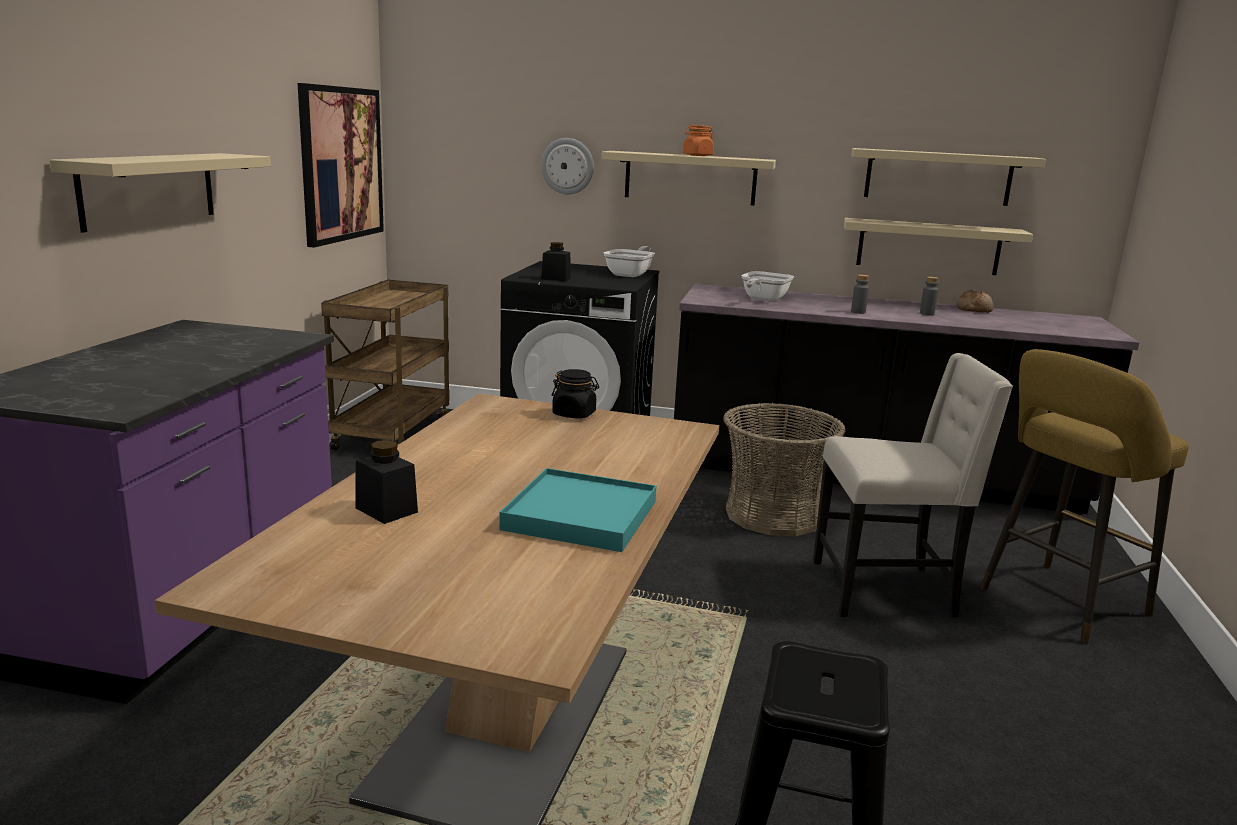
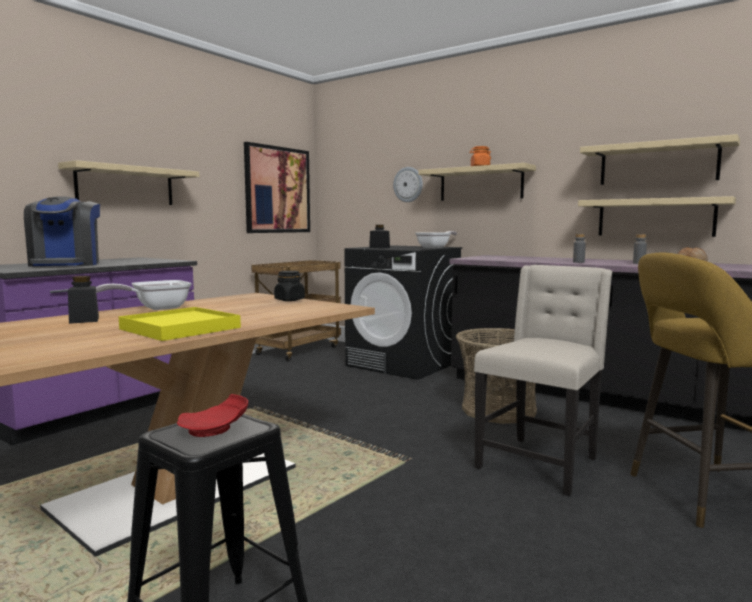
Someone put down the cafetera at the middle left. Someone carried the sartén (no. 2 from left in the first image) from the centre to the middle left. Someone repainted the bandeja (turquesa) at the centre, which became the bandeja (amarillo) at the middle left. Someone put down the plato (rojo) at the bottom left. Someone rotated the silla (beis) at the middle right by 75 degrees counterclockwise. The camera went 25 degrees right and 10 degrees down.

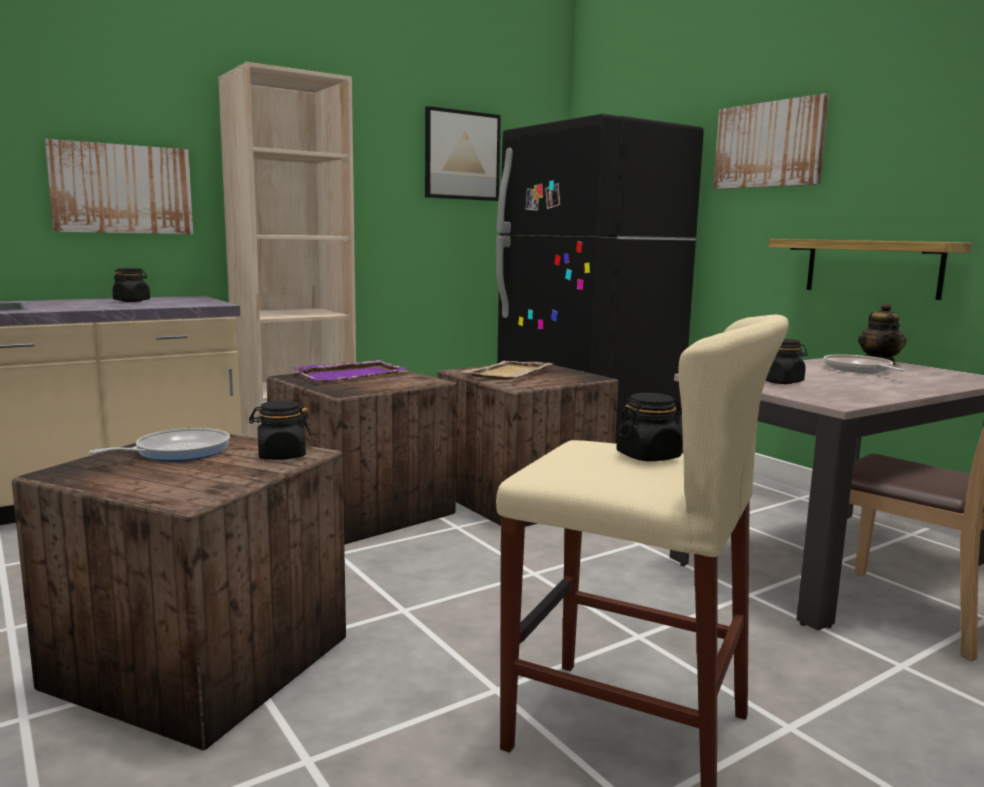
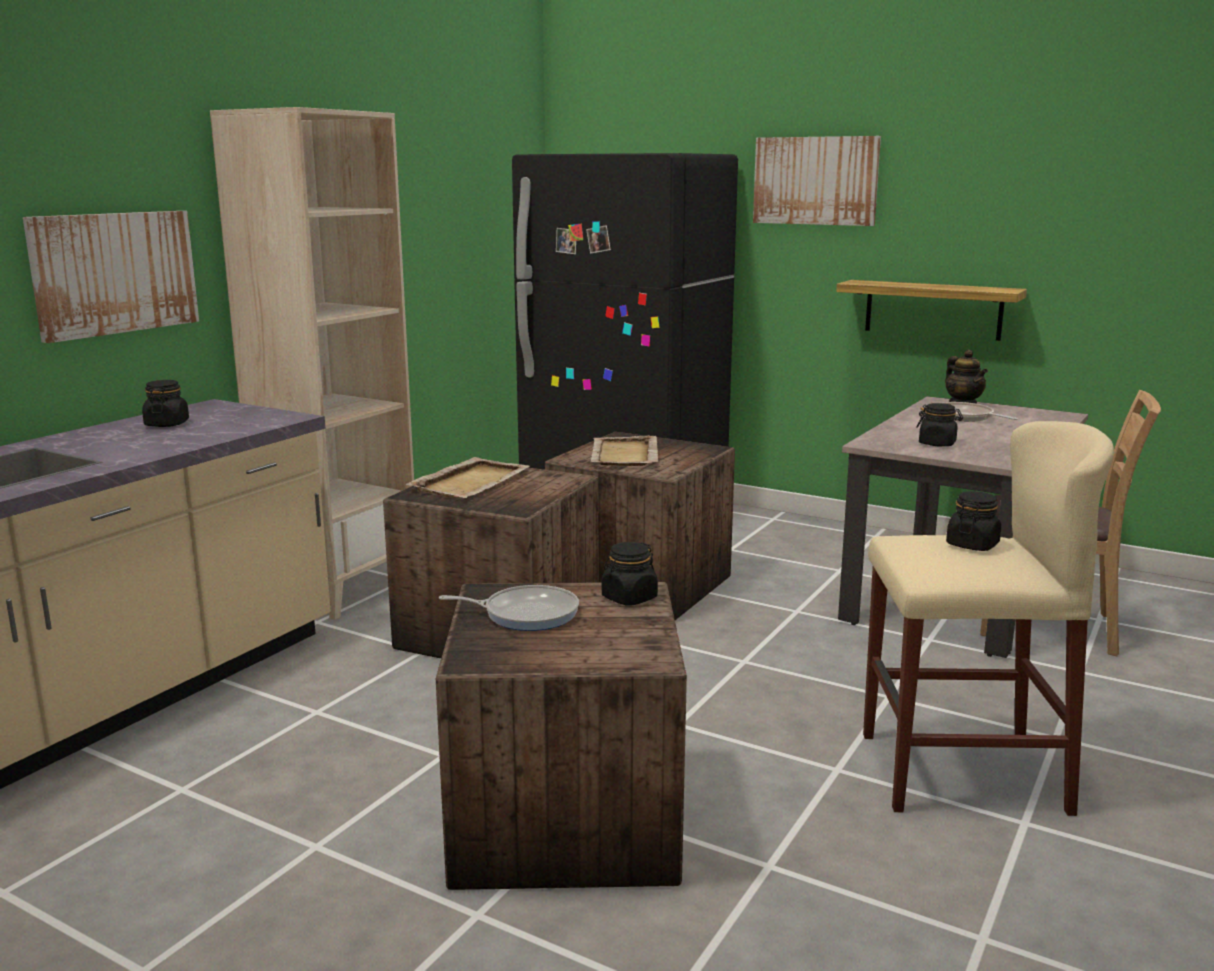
Someone repainted the bandeja (morado) at the centre, which became the bandeja (beis) (no. 1 from left) at the centre. Someone rotated the sartén (no. 1 from left) at the middle left by 75 degrees clockwise. Someone took away the cuadro (no. 2 from left) at the top centre. The camera went 25 degrees left and 5 degrees up.

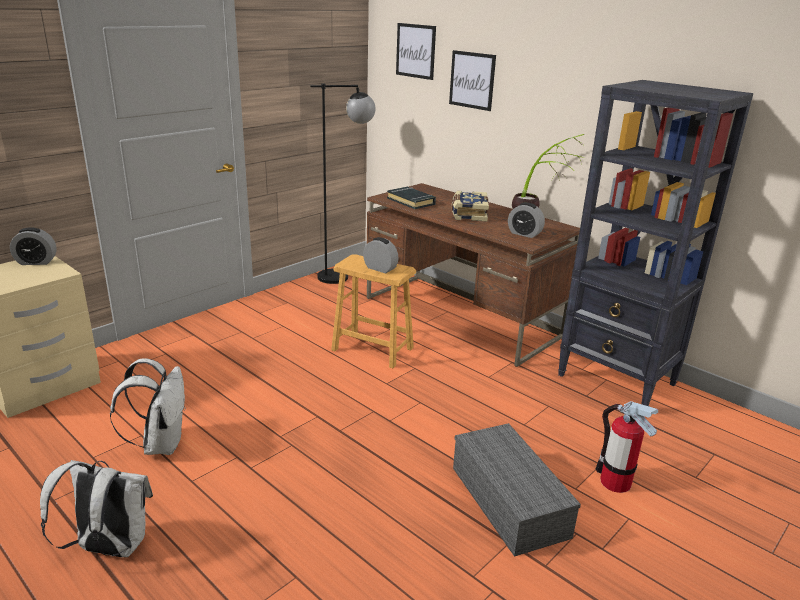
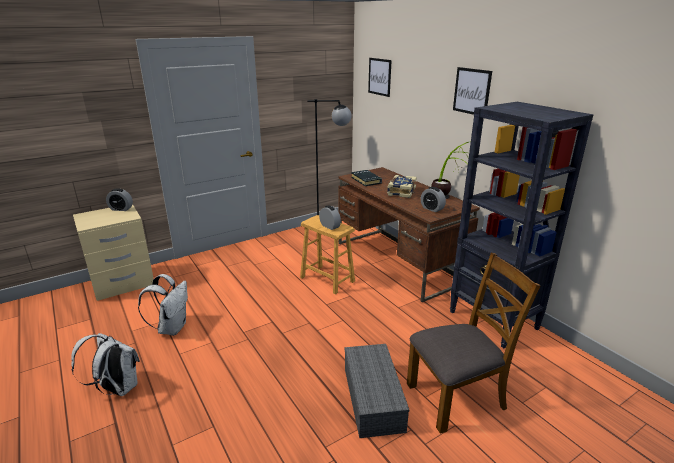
Someone swapped the extintor at the bottom right for the silla (marrón) at the bottom right. Someone carried the cuadro (no. 2 from left) from the top centre to the top right. The camera went 15 degrees right and 0 degrees up.

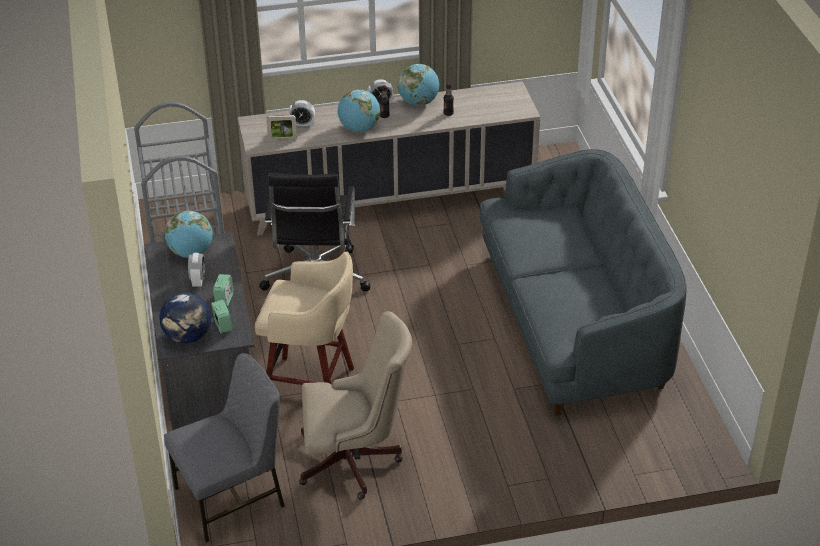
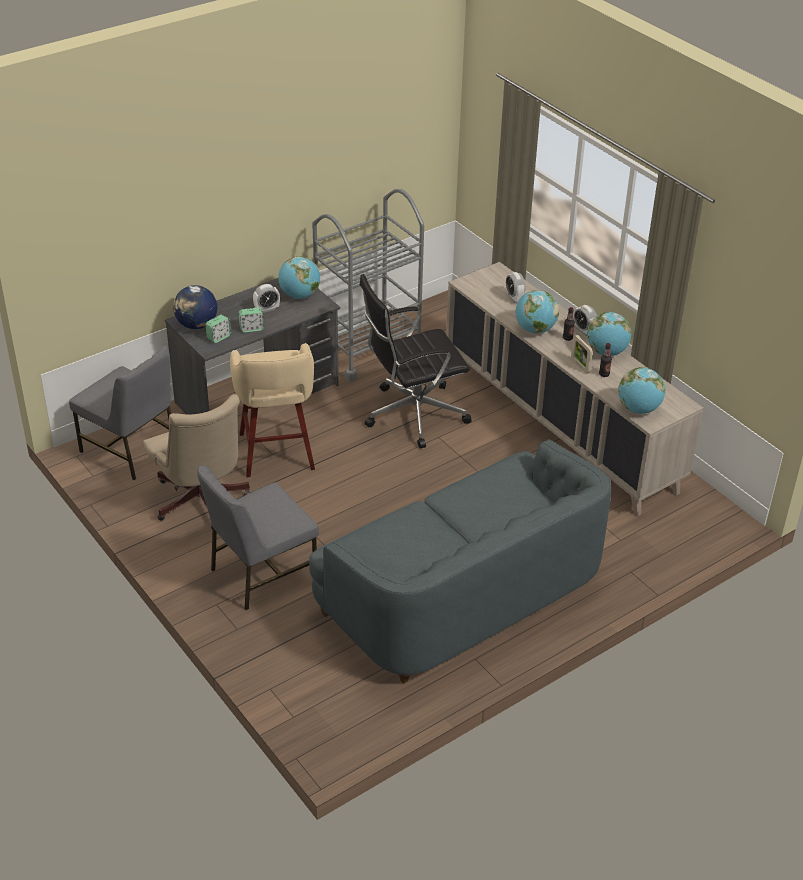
Someone put down the silla (gris) (no. 2 from left) at the middle left. Someone carried the portarretratos from the top centre to the middle right. Someone put down the globo terráqueo (no. 5 from left) at the middle right. The camera went 65 degrees right and 0 degrees up.

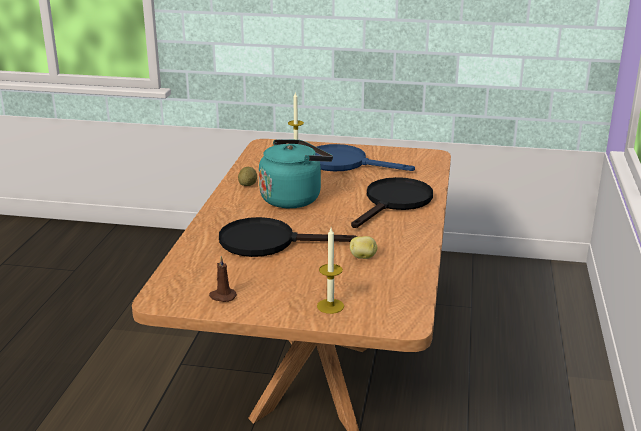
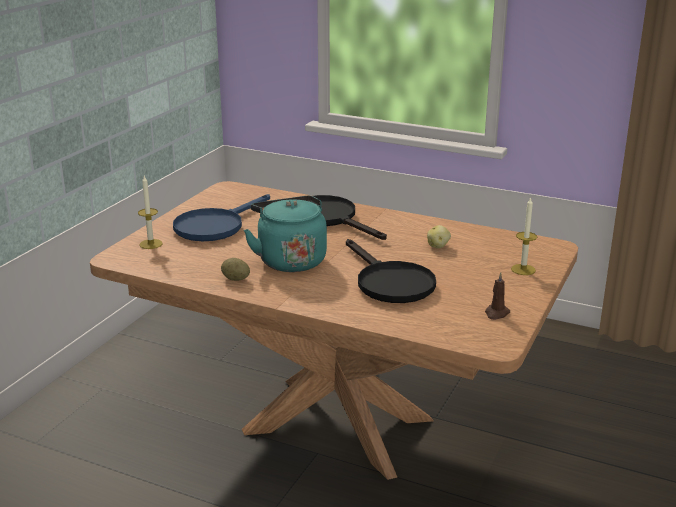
Someone rotated the sartén (negro) (no. 1 from left in the first image) at the centre by 45 degrees counterclockwise. The camera went 75 degrees left and 0 degrees up.

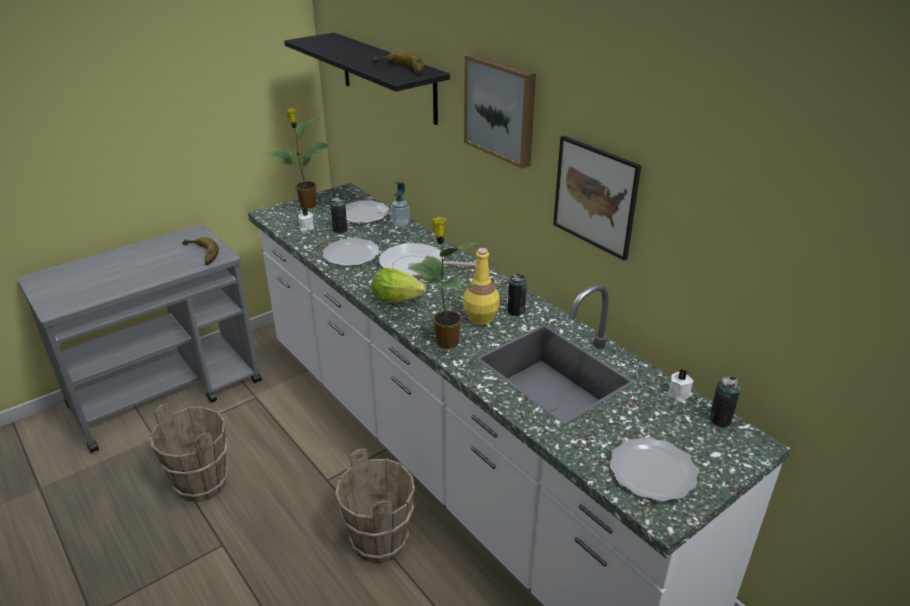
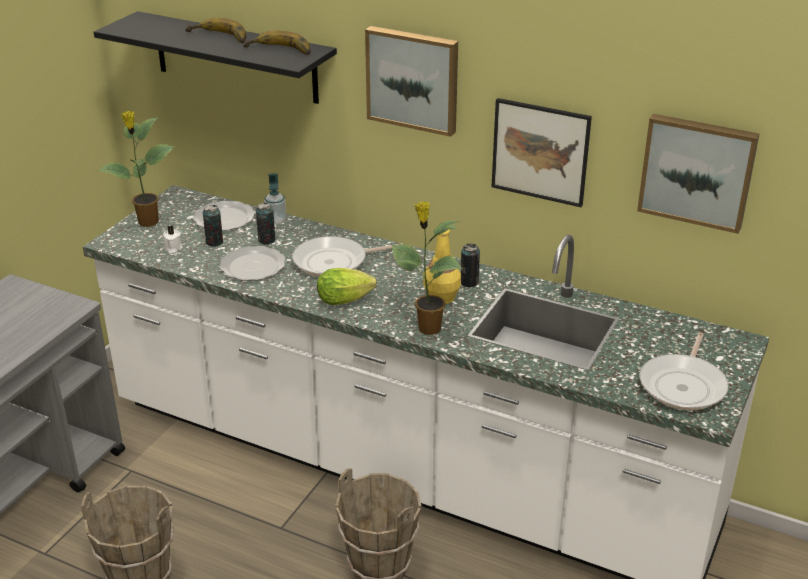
Someone carried the plátano (no. 1 from left) from the middle left to the top left. Someone carried the lata (no. 3 from left in the first image) from the middle right to the middle left. Someone put up the cuadro (no. 3 from left) at the top right. Someone swapped the plato (no. 3 from left) at the bottom right for the sartén (no. 2 from left) at the middle right. Someone took away the vela (blanco) (no. 2 from left) at the middle right. The camera went 25 degrees left and 0 degrees up.

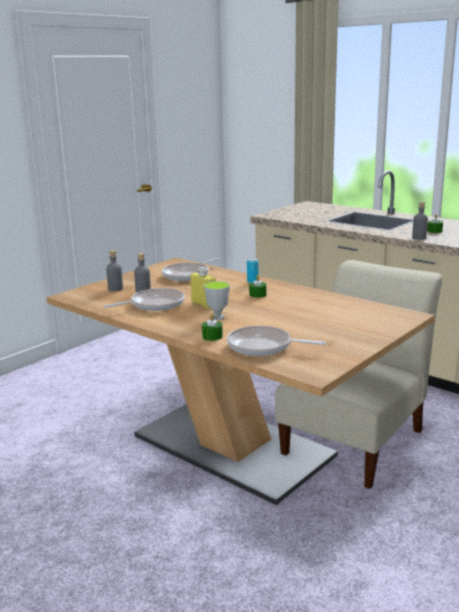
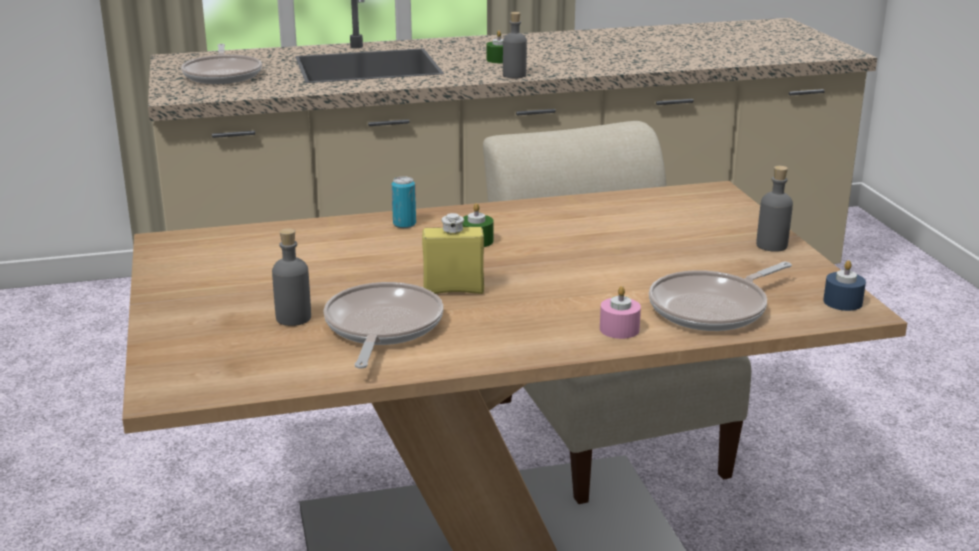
Someone carried the sartén (no. 2 from left in the first image) from the centre to the top left. Someone repainted the vela (verde) (no. 1 from left) at the centre, which became the vela (rosa) at the centre. Someone carried the botella (gris) (no. 1 from left in the first image) from the middle left to the middle right. Someone put down the vela (azul) at the middle right. Someone took away the taza at the centre. The camera went 55 degrees left and 5 degrees up.

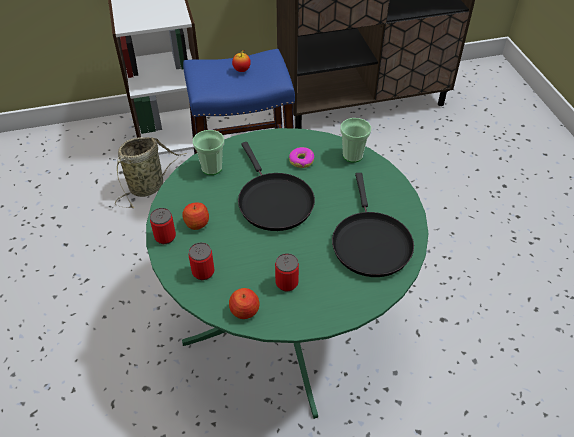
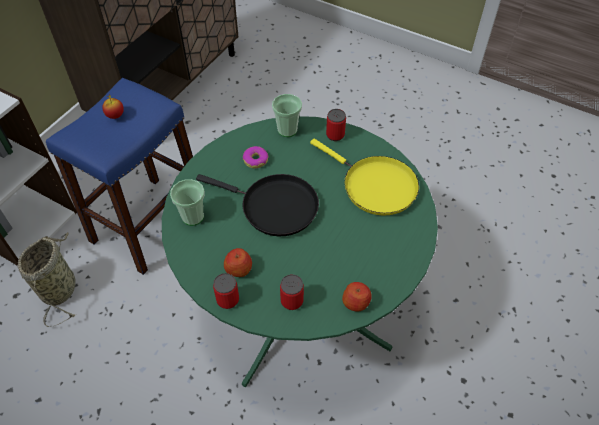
Someone repainted the sartén (negro) (no. 2 from left) at the centre, which became the sartén (amarillo) at the centre. Someone carried the lata (no. 3 from left) from the centre to the top centre. The camera went 45 degrees left and 5 degrees up.

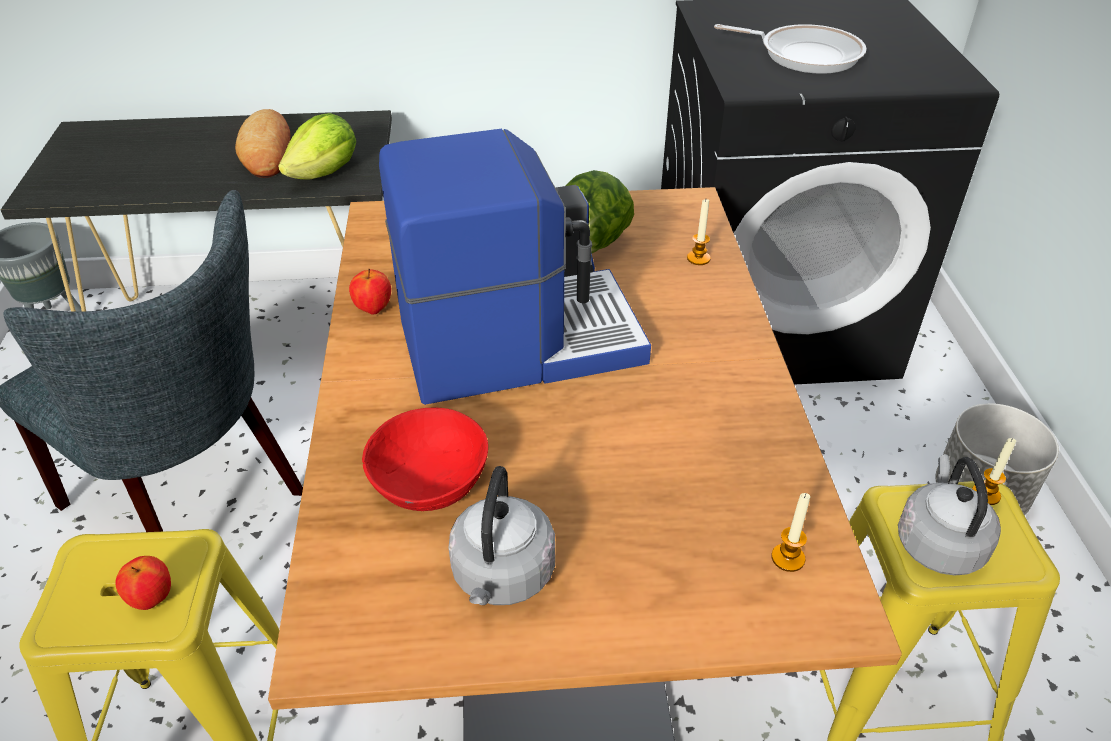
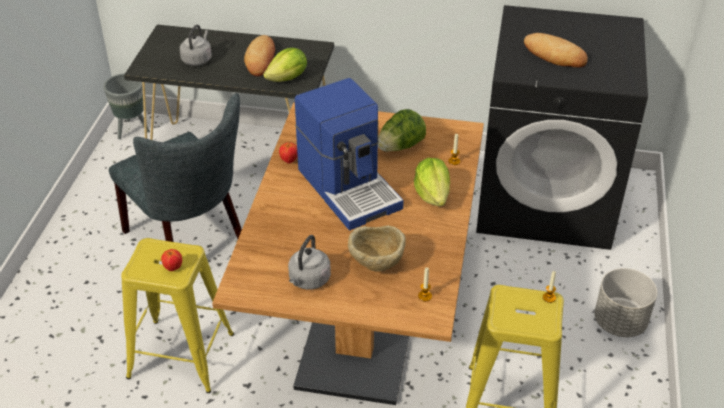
Someone carried the hervidor (gris) (no. 2 from left in the first image) from the bottom right to the top left. Someone rotated the cafetera at the centre by 60 degrees clockwise. Someone put down the cuenco (beis) at the centre. Someone put down the lechuga (no. 3 from left) at the centre. Someone swapped the sartén at the top right for the pan (no. 2 from left) at the top right. Someone took away the cuenco (rojo) at the centre. The camera went 15 degrees right and 0 degrees up.

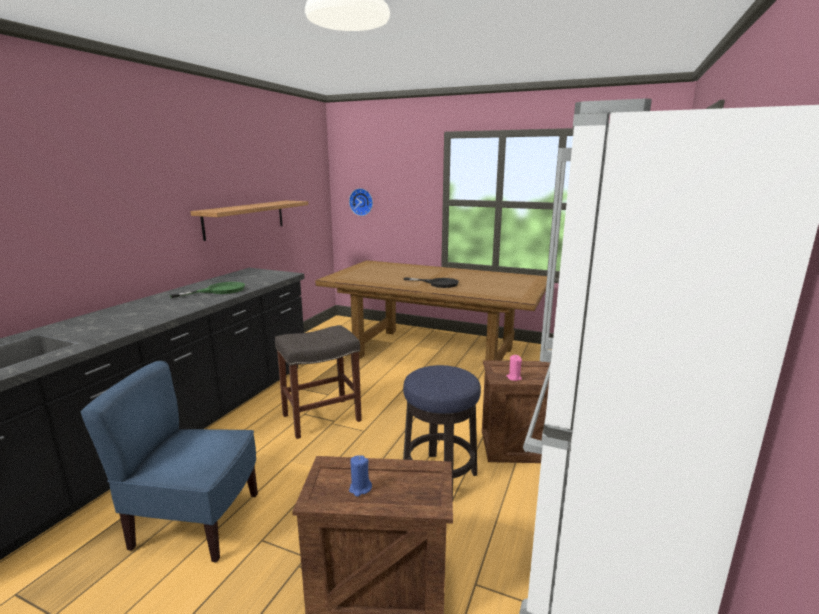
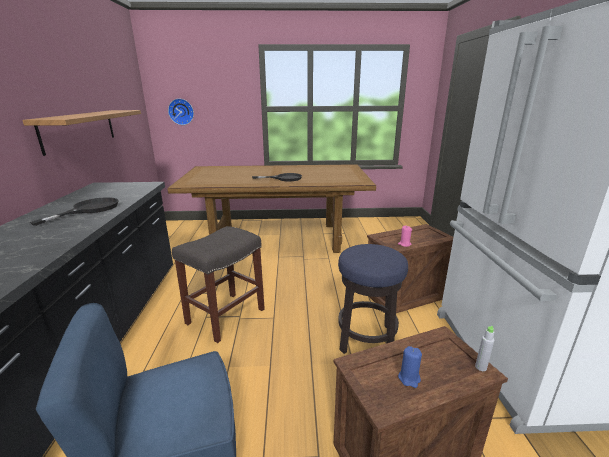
Someone repainted the sartén (verde) at the middle left, which became the sartén (negro) (no. 1 from left) at the middle left. Someone put down the botella (gris) at the bottom right. The camera went 25 degrees left and 5 degrees up.

